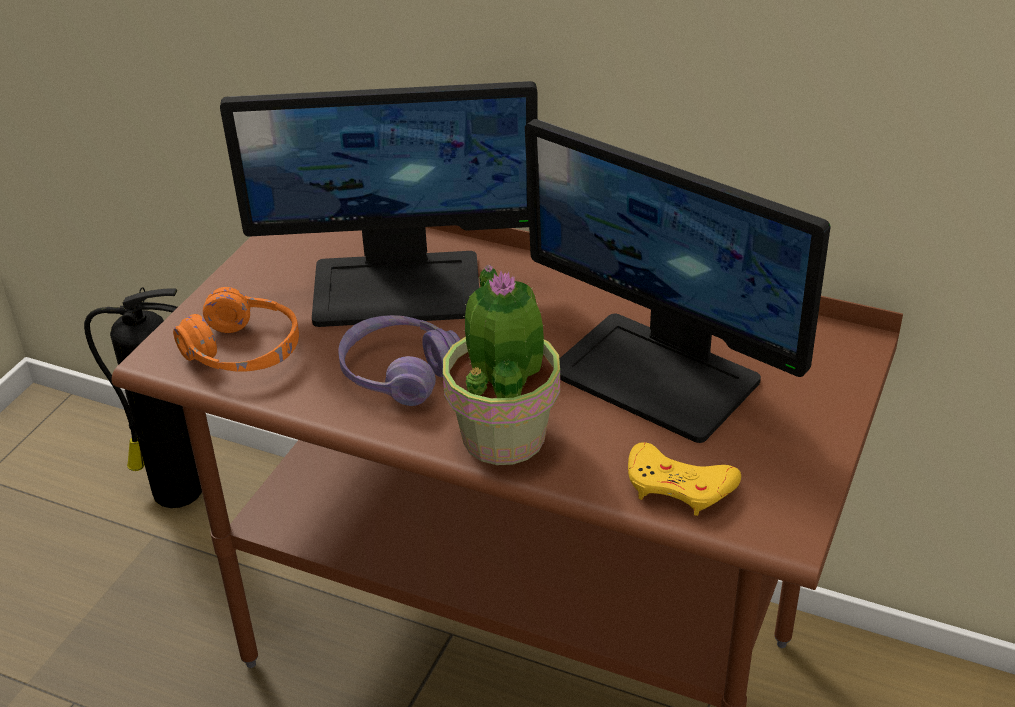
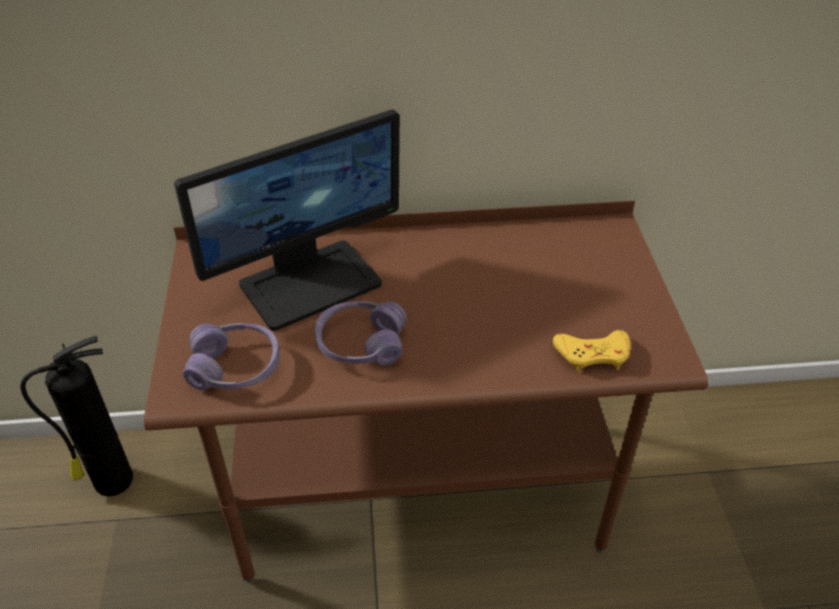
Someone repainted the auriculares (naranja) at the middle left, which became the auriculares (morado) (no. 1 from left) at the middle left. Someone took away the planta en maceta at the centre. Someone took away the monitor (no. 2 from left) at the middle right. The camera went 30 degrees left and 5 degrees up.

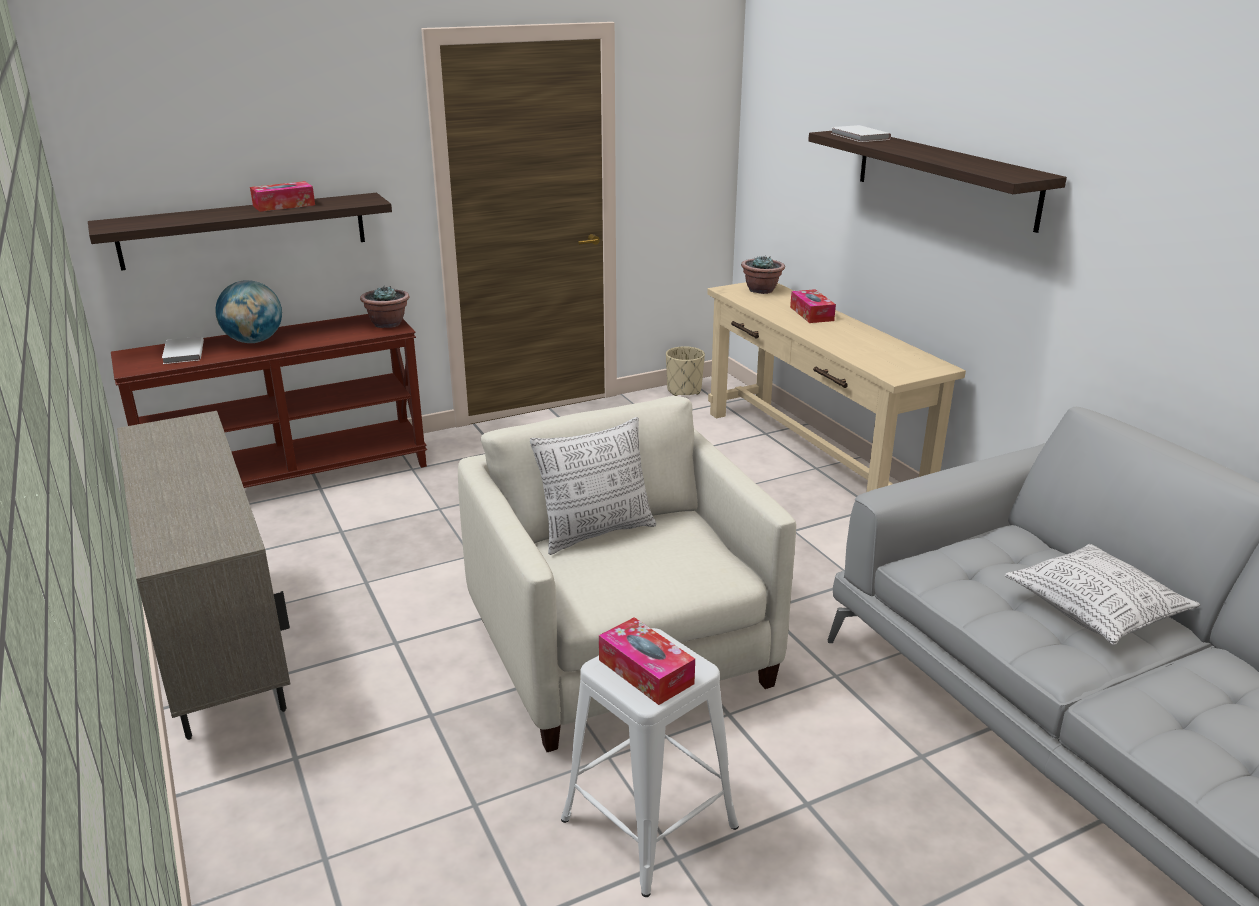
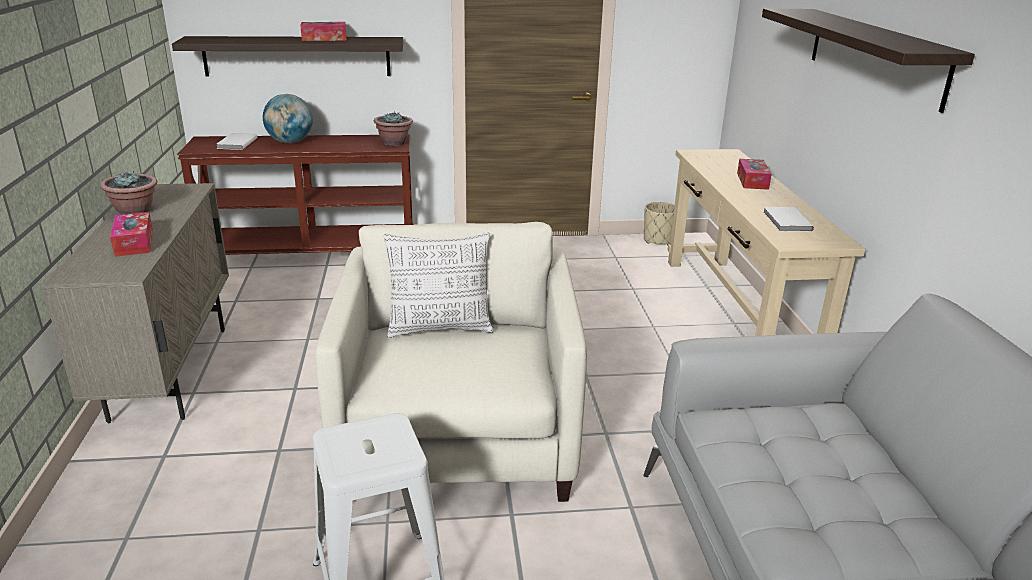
Someone carried the planta en maceta (no. 2 from left in the first image) from the top centre to the top left. Someone carried the caja de pañuelos (no. 2 from left in the first image) from the bottom centre to the middle left. Someone carried the libro (blanco) (no. 2 from left) from the top right to the middle right. Someone took away the cojín (no. 2 from left) at the middle right. The camera went 20 degrees right and 0 degrees up.

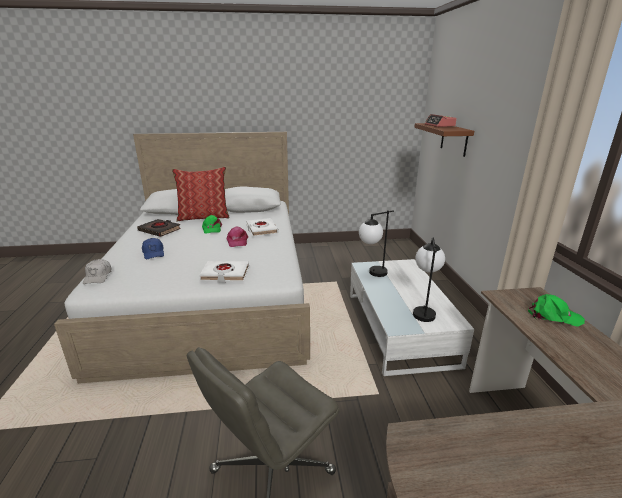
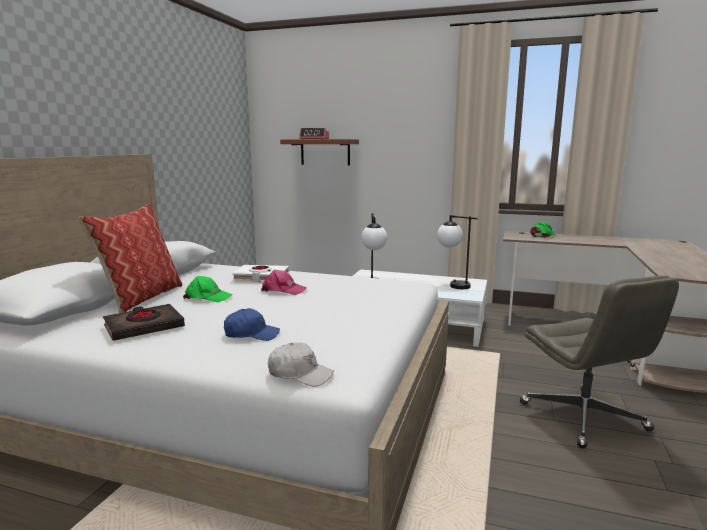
Someone took away the libro (blanco) (no. 1 from left) at the centre. The camera went 65 degrees left and 10 degrees down.

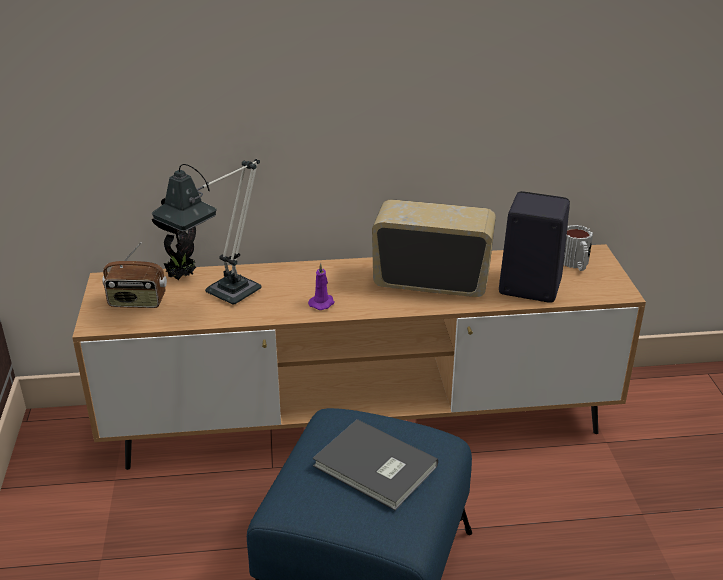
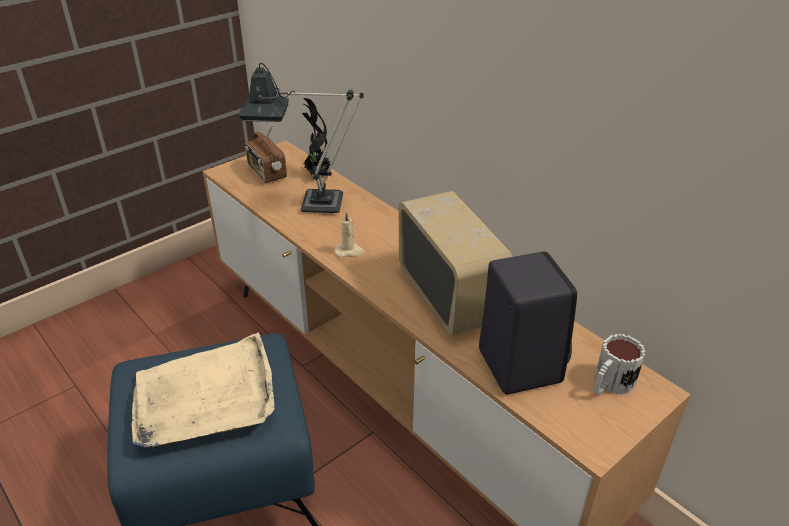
Someone swapped the libro (gris) at the bottom centre for the bandeja (beis) at the bottom left. Someone repainted the vela (morado) at the centre, which became the vela (beis) at the centre. The camera went 55 degrees right and 5 degrees up.

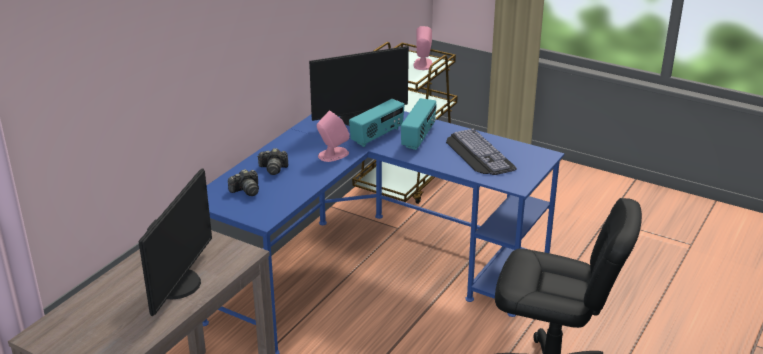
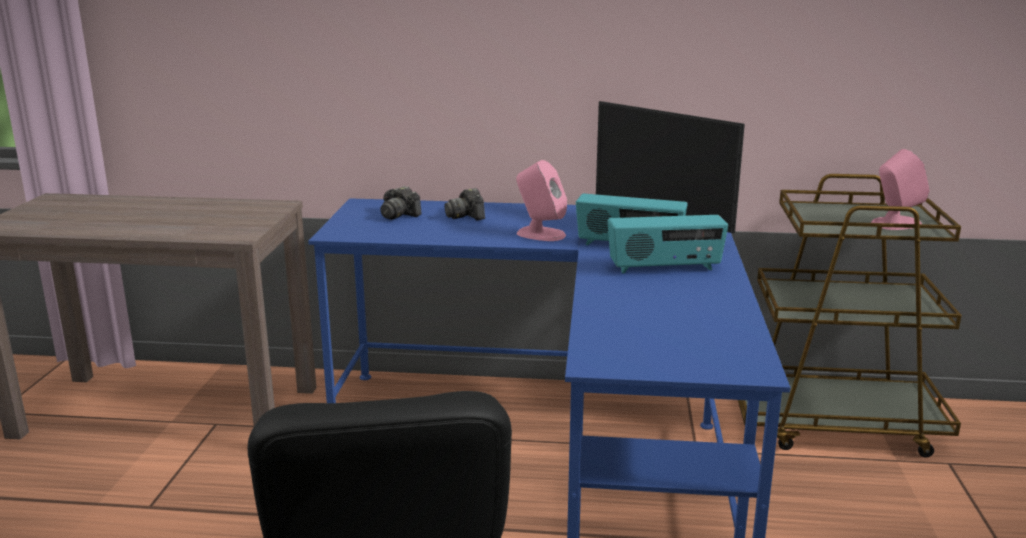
Someone took away the monitor (no. 1 from left) at the bottom left. Someone took away the teclado at the centre. The camera went 65 degrees right and 10 degrees down.

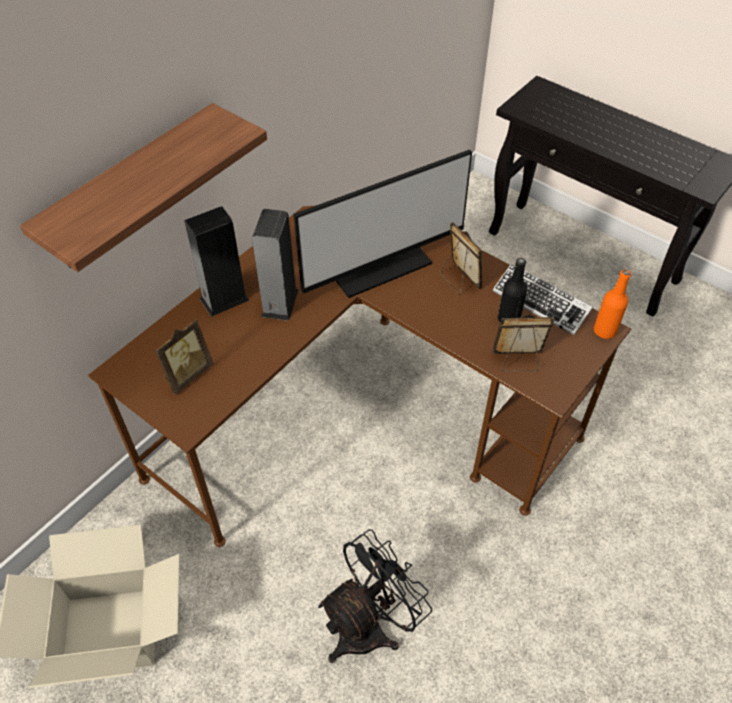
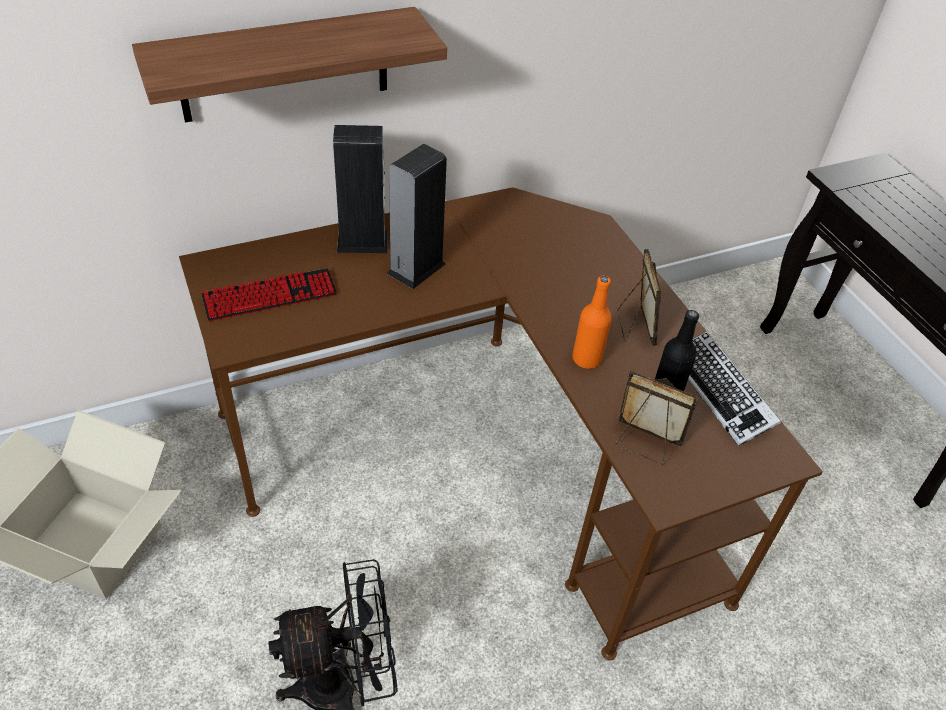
Someone swapped the portarretratos (no. 1 from left) at the middle left for the teclado (no. 1 from left) at the middle left. Someone carried the botella (naranja) from the middle right to the centre. Someone took away the monitor at the top centre. The camera went 25 degrees right and 5 degrees down.

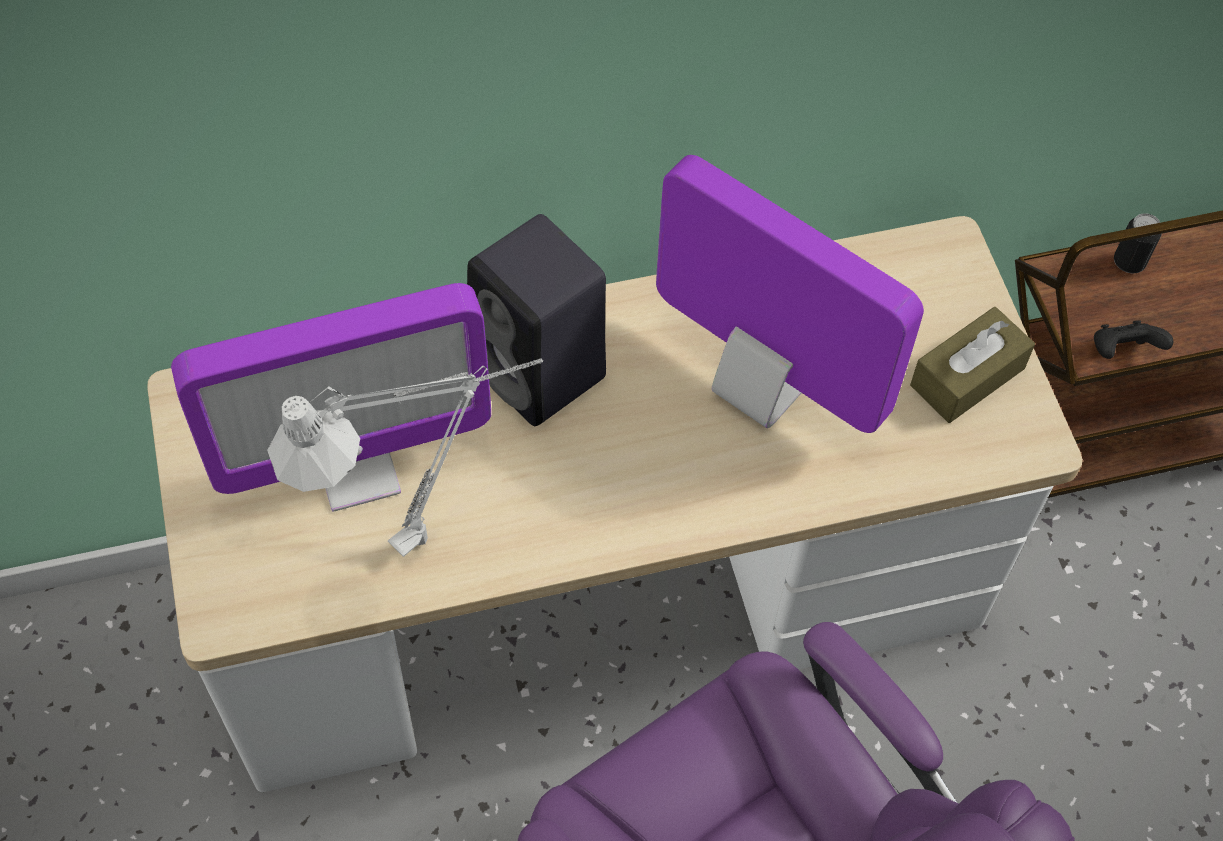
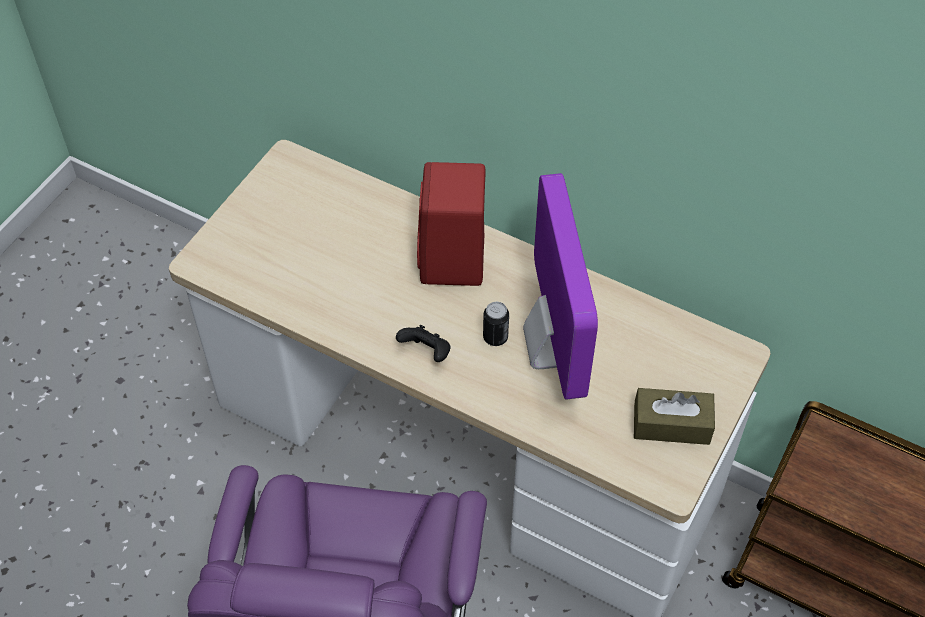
Someone carried the mando de consola (negro) from the middle right to the centre. Someone repainted the altavoz (negro) at the centre, which became the altavoz (rojo) at the centre. Someone carried the lata from the top right to the centre. Someone took away the monitor (no. 1 from left) at the middle left. Someone took away the lámpara de mesa (gris) at the middle left. The camera went 45 degrees right and 5 degrees down.

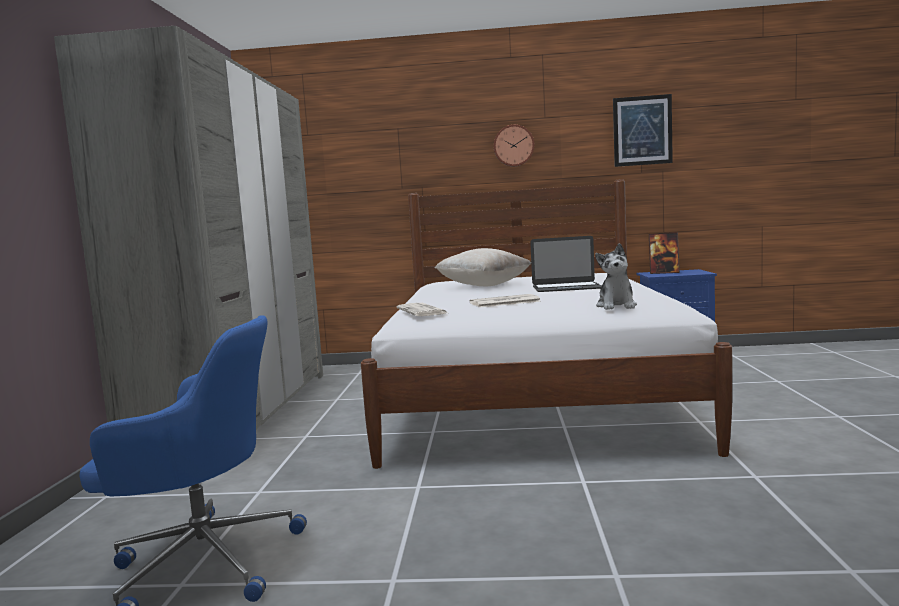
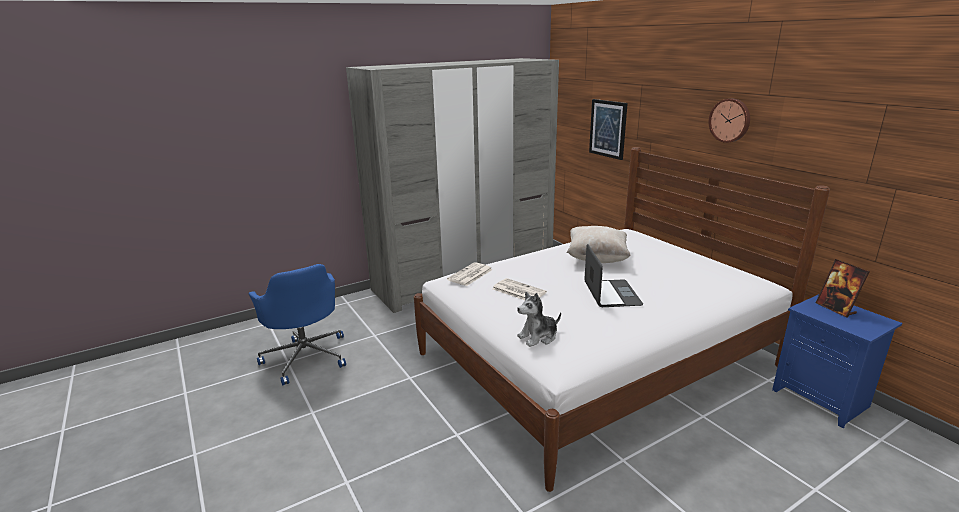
Someone rotated the portátil at the centre by 150 degrees counterclockwise. Someone carried the cuadro from the top right to the top centre. The camera went 55 degrees right and 15 degrees up.

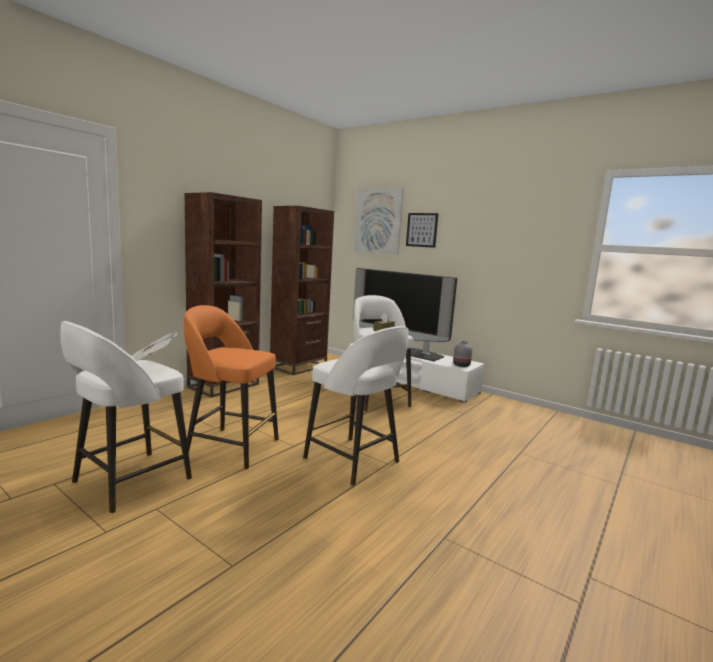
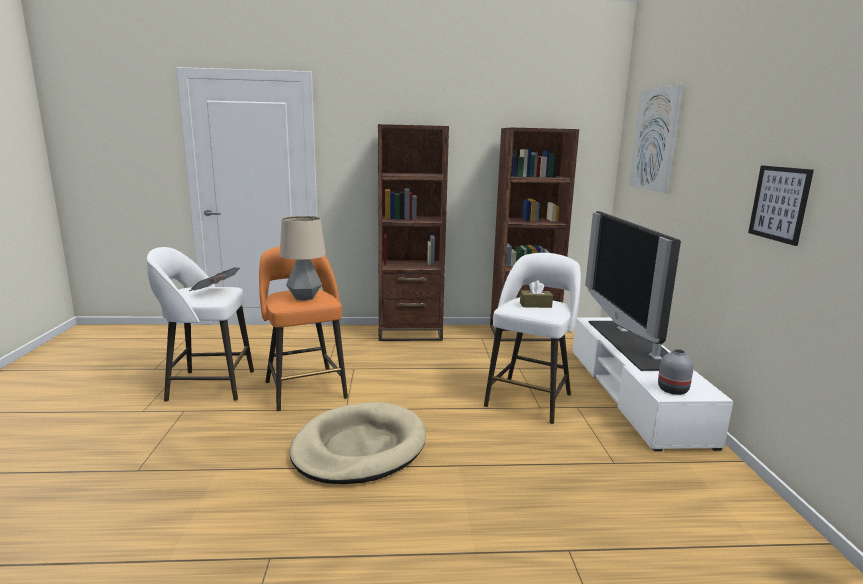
Someone put down the lámpara de mesa at the centre. Someone swapped the taburete (blanco) (no. 2 from left) at the centre for the cama para perro (beis) at the bottom centre. Someone carried the cuadro (no. 2 from left) from the centre to the middle right. The camera went 50 degrees right and 5 degrees up.

